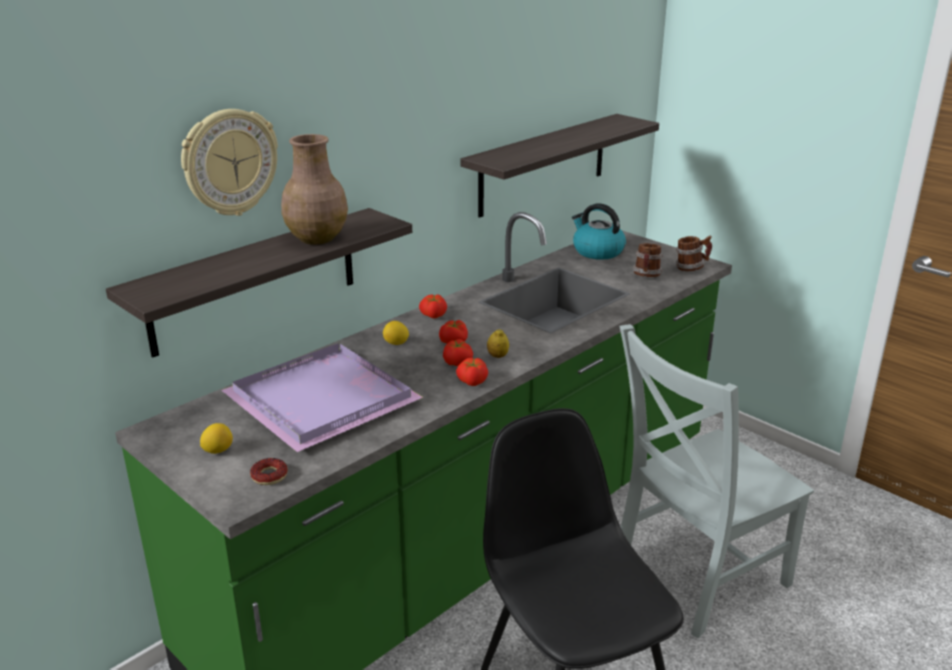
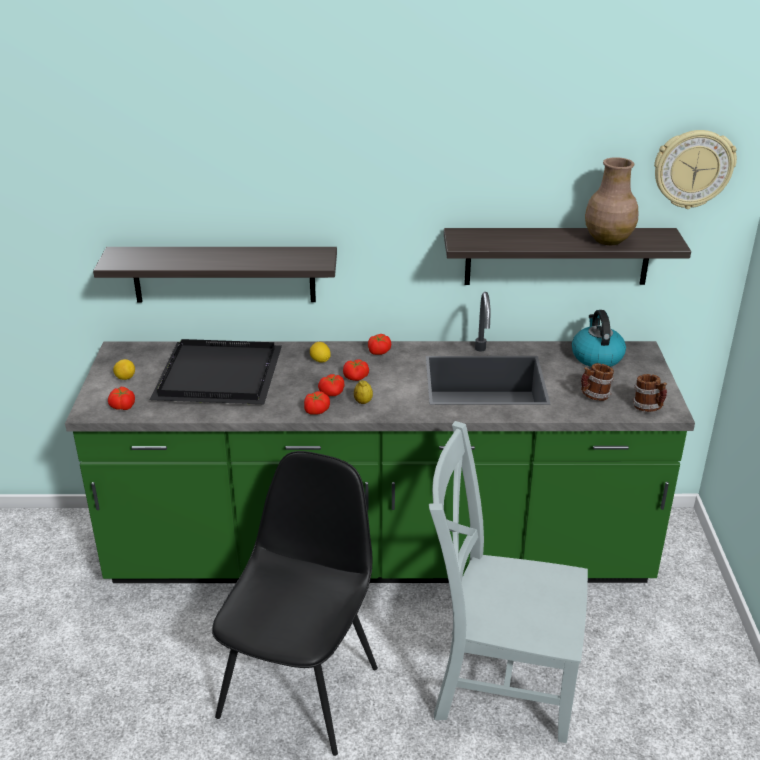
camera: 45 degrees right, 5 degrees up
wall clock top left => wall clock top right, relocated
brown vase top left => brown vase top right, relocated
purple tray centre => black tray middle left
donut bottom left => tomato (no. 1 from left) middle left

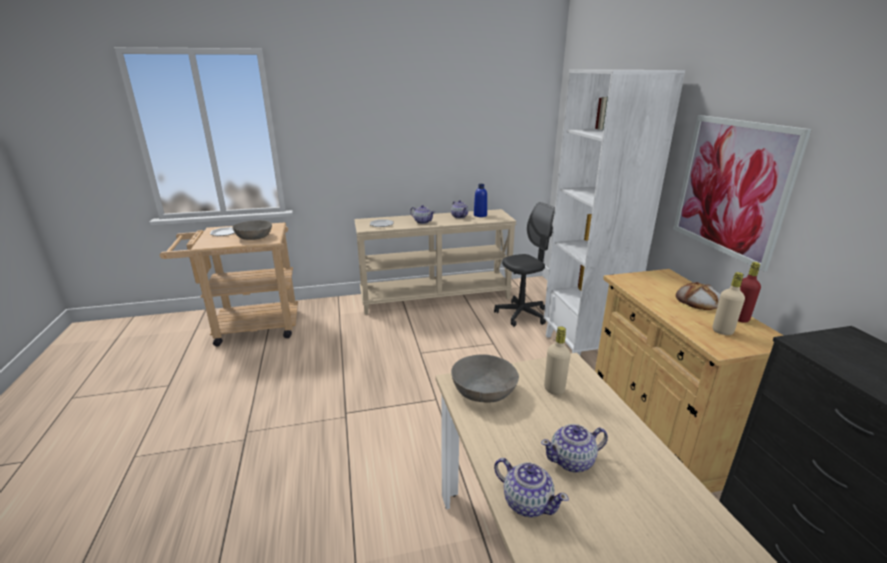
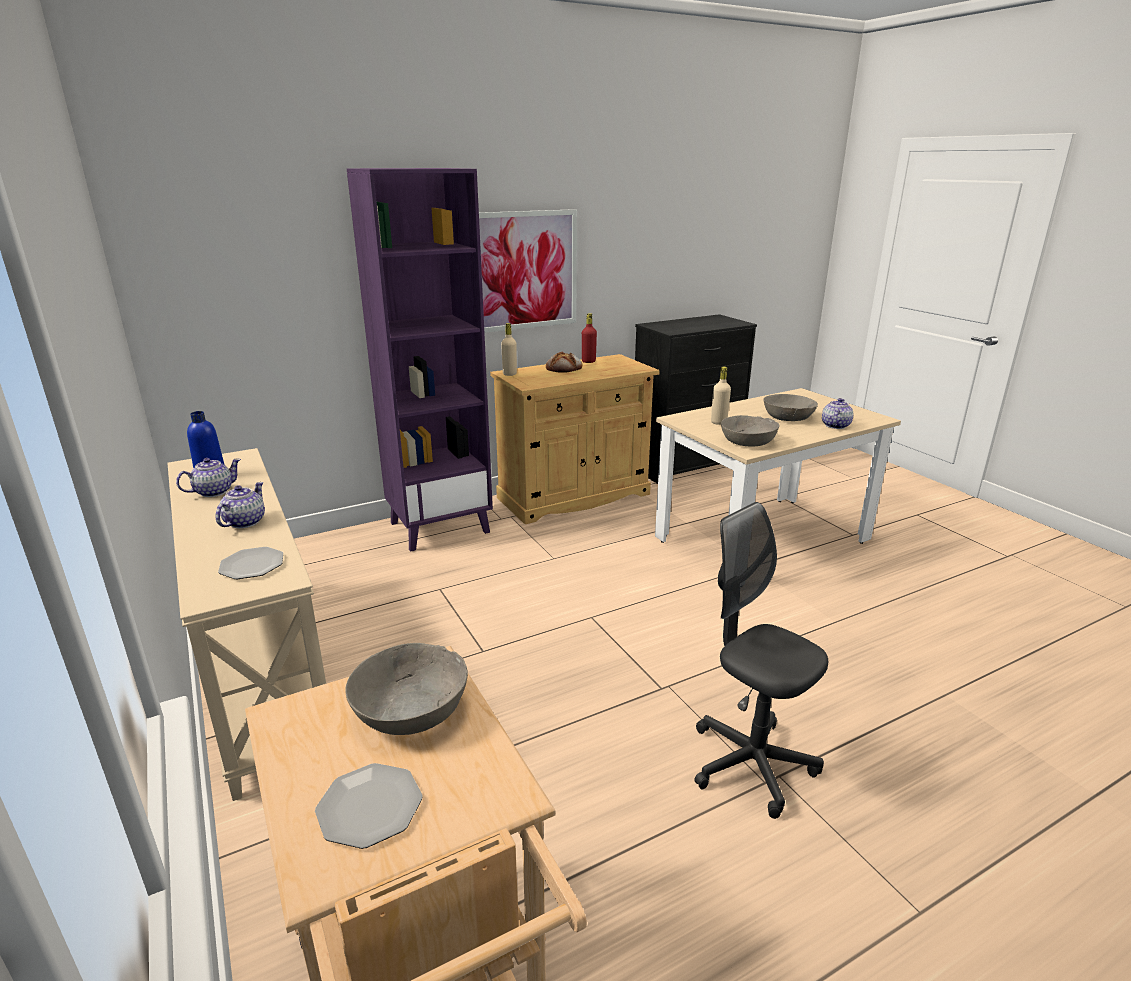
camera: 105 degrees left, 0 degrees up
white bookcase middle right => purple bookcase centre
grey office chair centre => grey office chair bottom right, relocated
beige bottle (no. 2 from left in the first image) middle right => beige bottle (no. 1 from left) centre, relocated
teapot (no. 4 from left) bottom centre => grey bowl (no. 3 from left) middle right

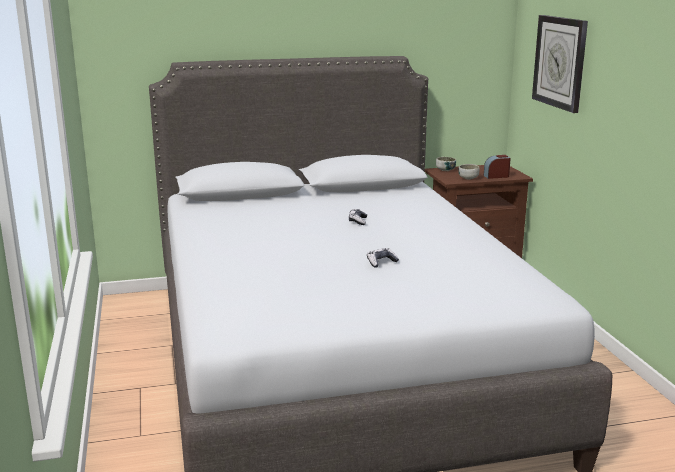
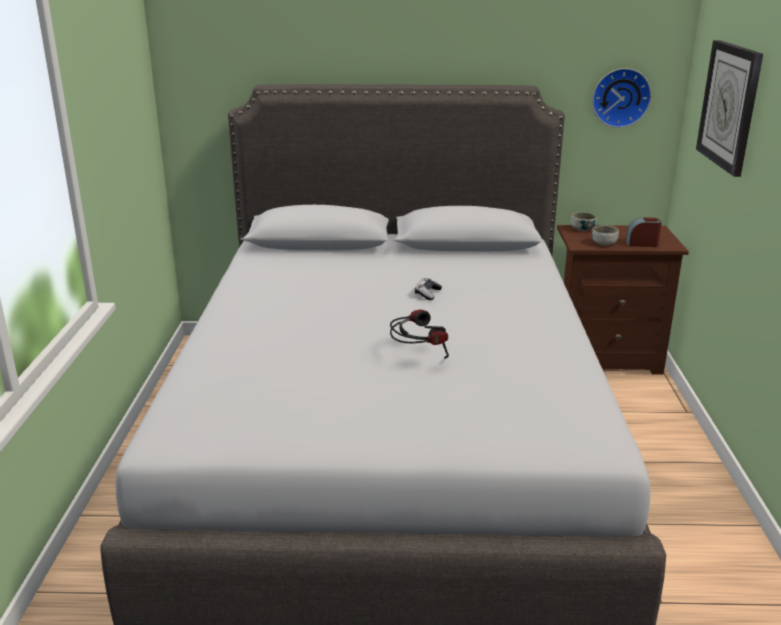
camera: 15 degrees right, 5 degrees up
game controller (no. 2 from left) centre => headphones centre
nothing => wall clock (no. 1 from left) top right

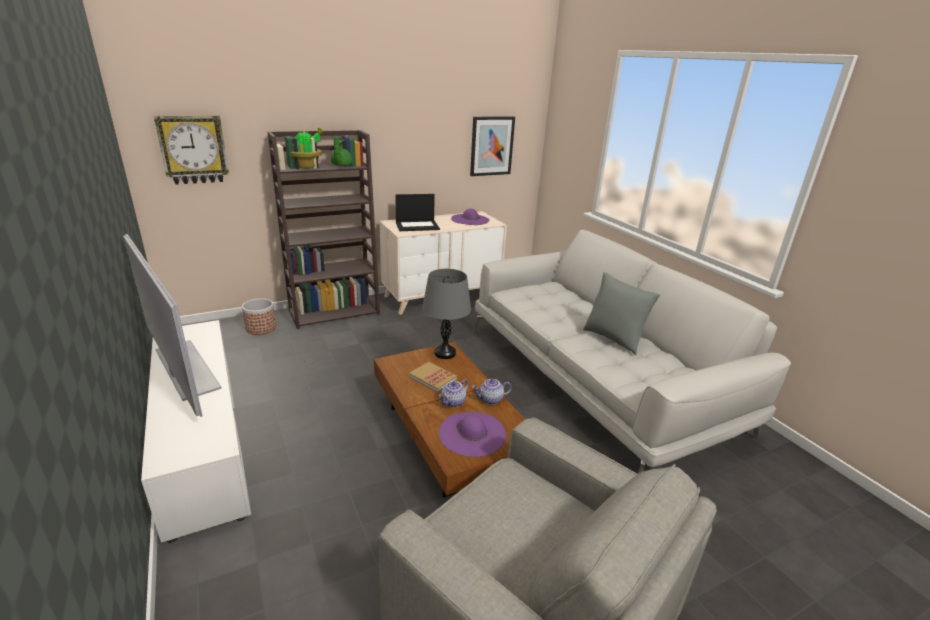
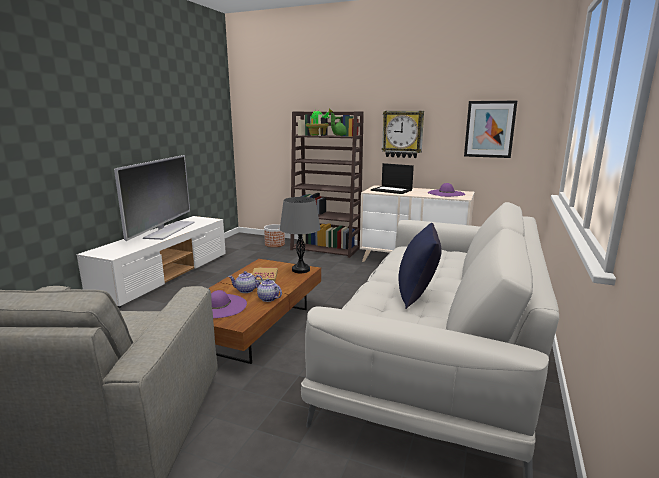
camera: 50 degrees right, 10 degrees down
wall clock top left => wall clock top centre, relocated
grey pillow middle right => blue pillow centre

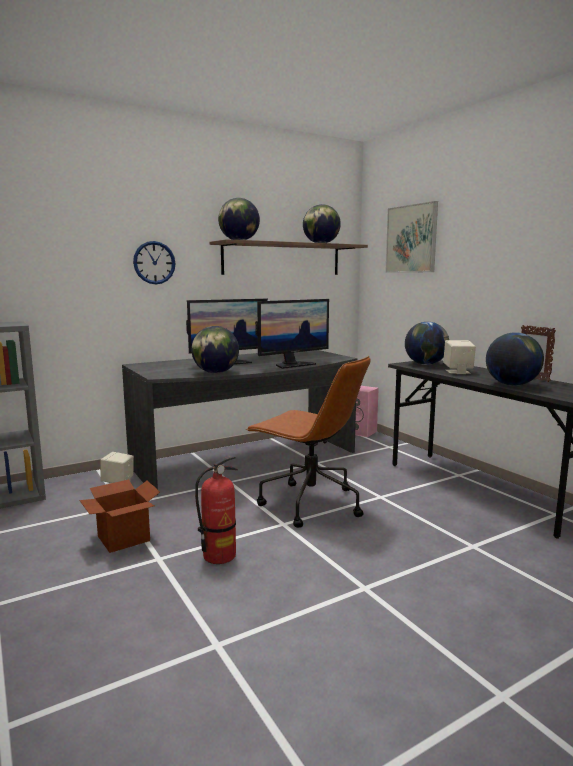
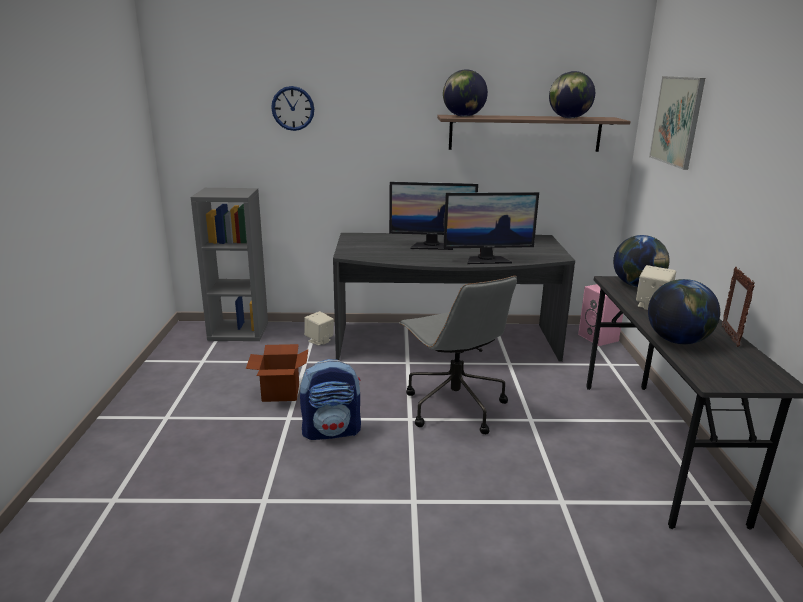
camera: 30 degrees right, 10 degrees up
wall clock middle left => wall clock top centre, relocated
globe (no. 1 from left) centre => nothing
brown office chair centre => grey office chair centre
fire extinguisher centre => backpack centre

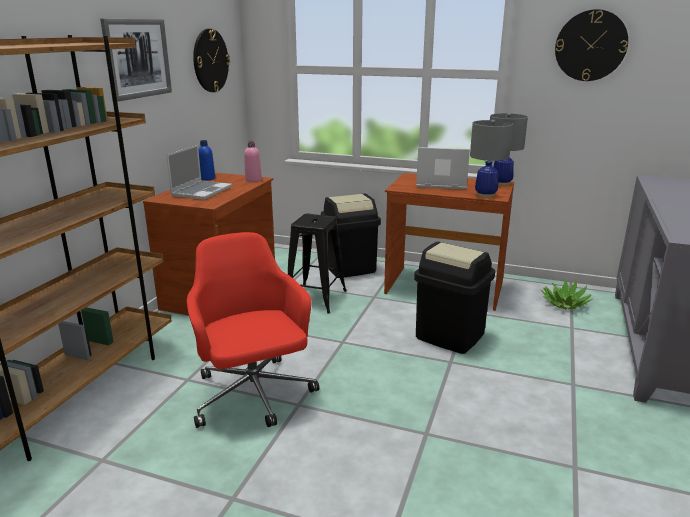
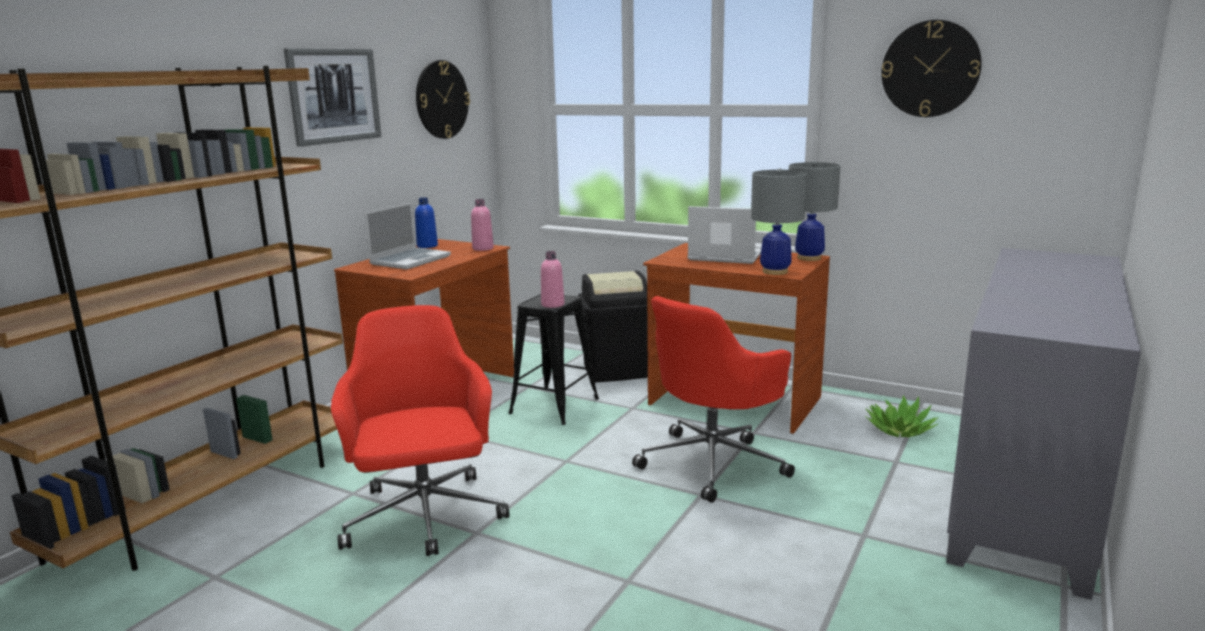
camera: 10 degrees right, 5 degrees down
black trash can (no. 2 from left) centre => red office chair (no. 2 from left) centre
nothing => pink bottle (no. 2 from left) centre

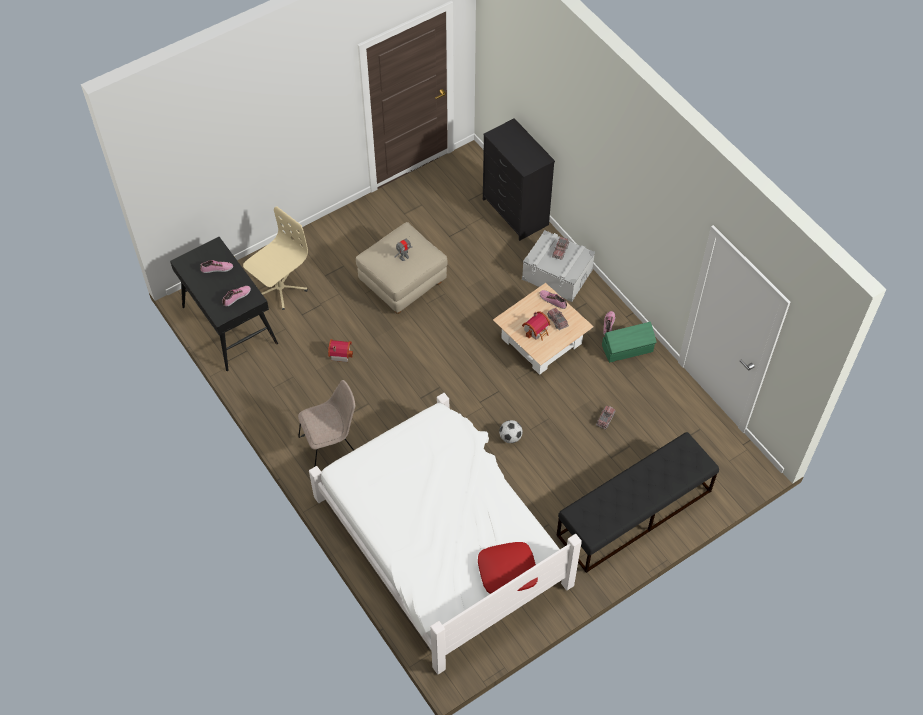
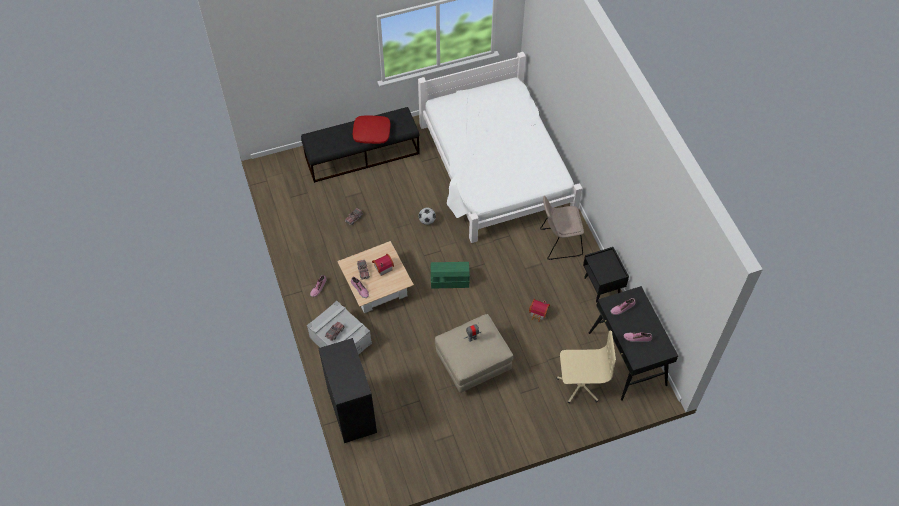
camera: 165 degrees left, 0 degrees up
beige office chair middle left => beige office chair bottom centre, 150 degrees counterclockwise
green storage box middle right => green storage box centre, relocated
red pillow bottom centre => red pillow top centre, relocated
nothing => black nightstand middle right

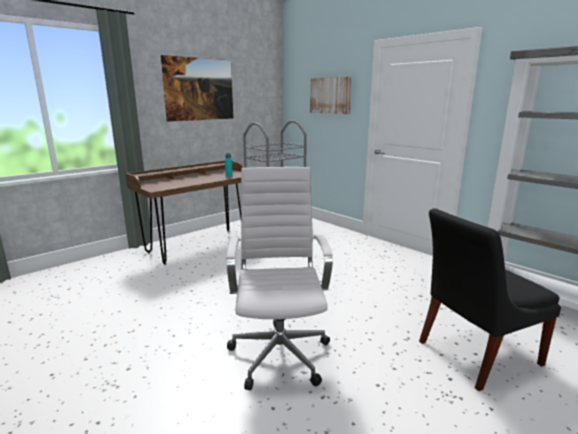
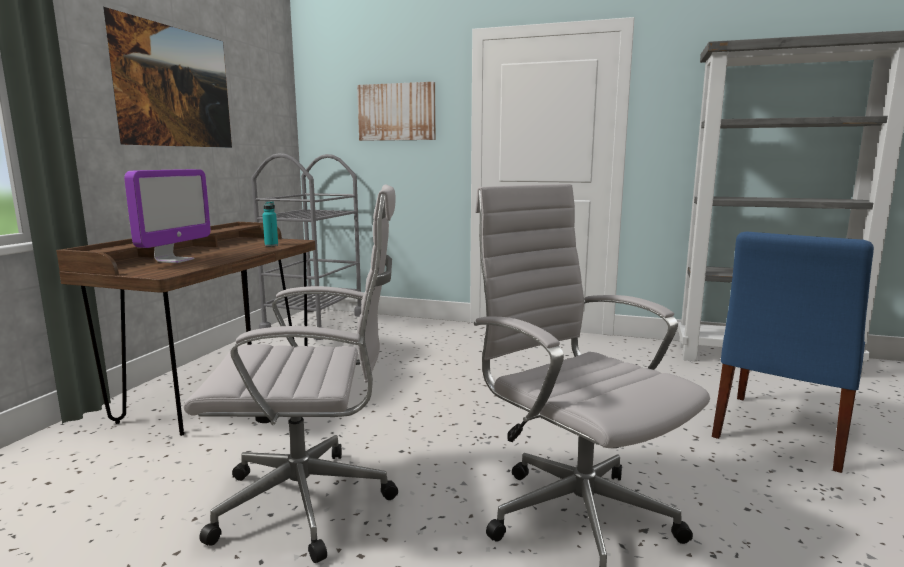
camera: 30 degrees left, 5 degrees down
black chair bottom right => blue chair middle right
nothing => monitor middle left
nothing => white office chair (no. 1 from left) middle left

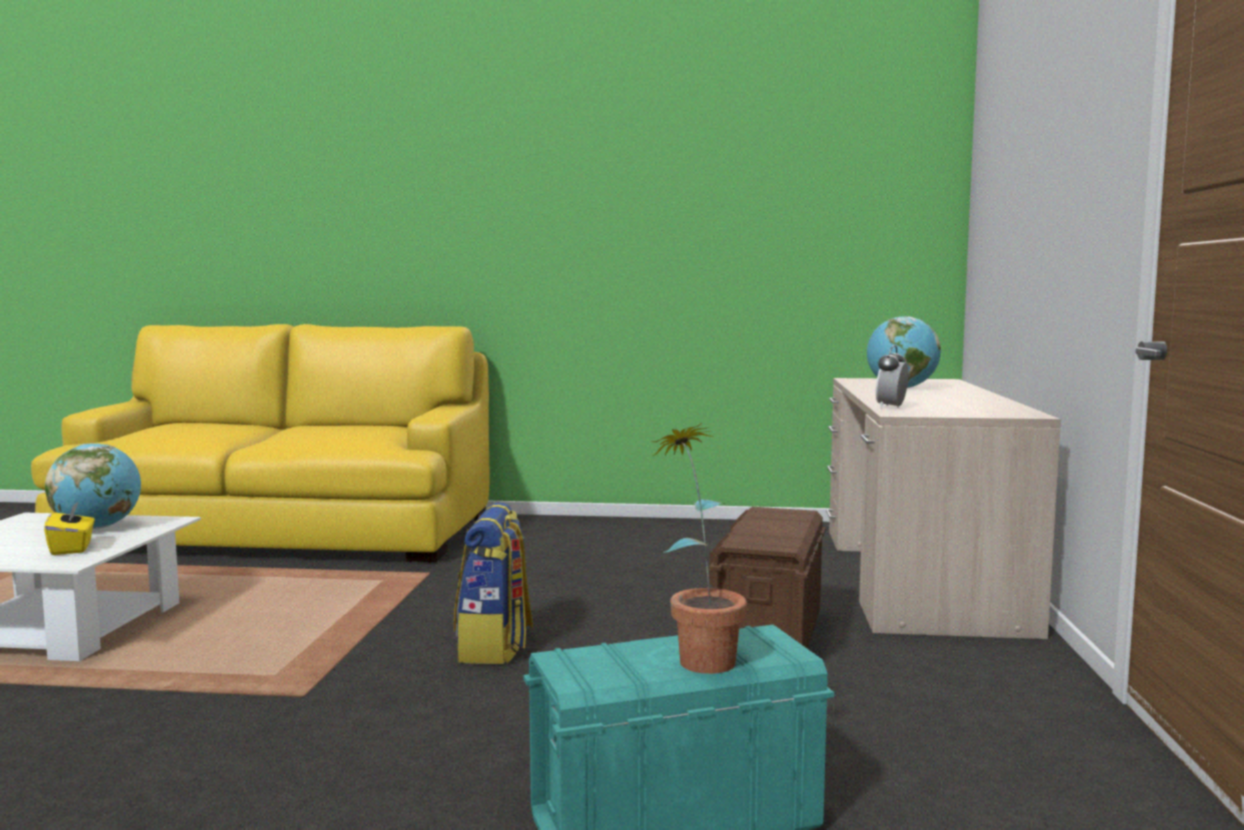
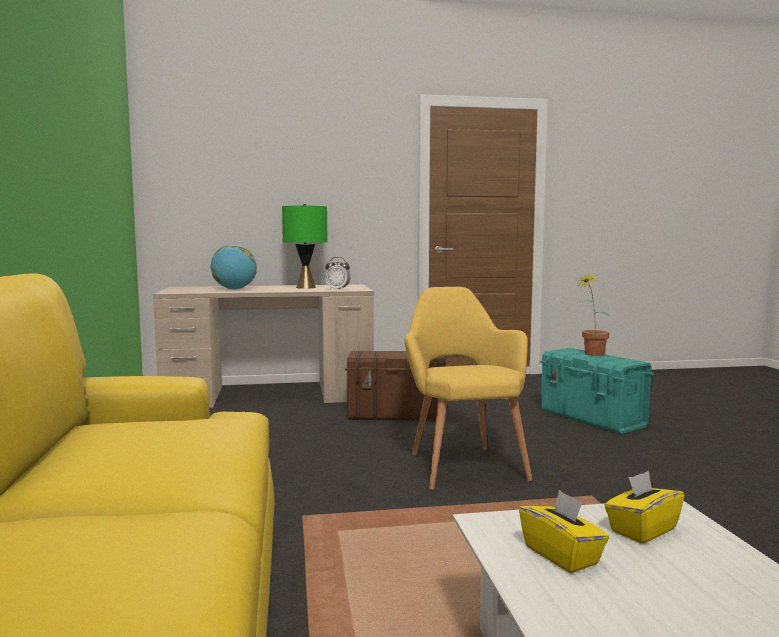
camera: 105 degrees left, 0 degrees up
globe (no. 1 from left) middle left => yellow tissue box (no. 1 from left) bottom right
backpack bottom centre => yellow armchair centre
nothing => green table lamp centre

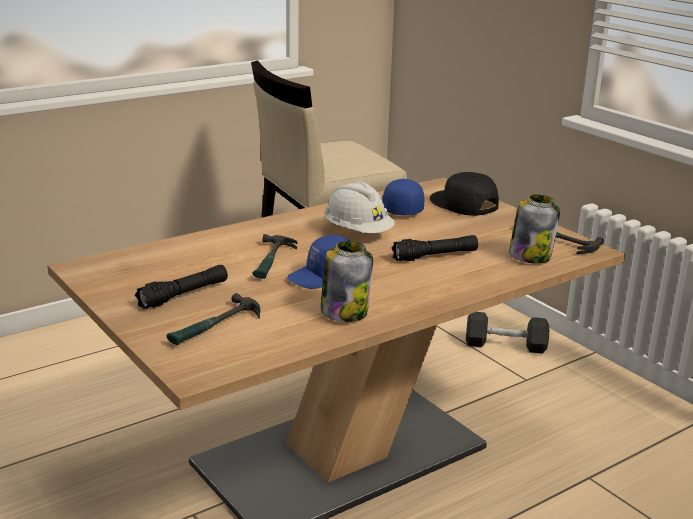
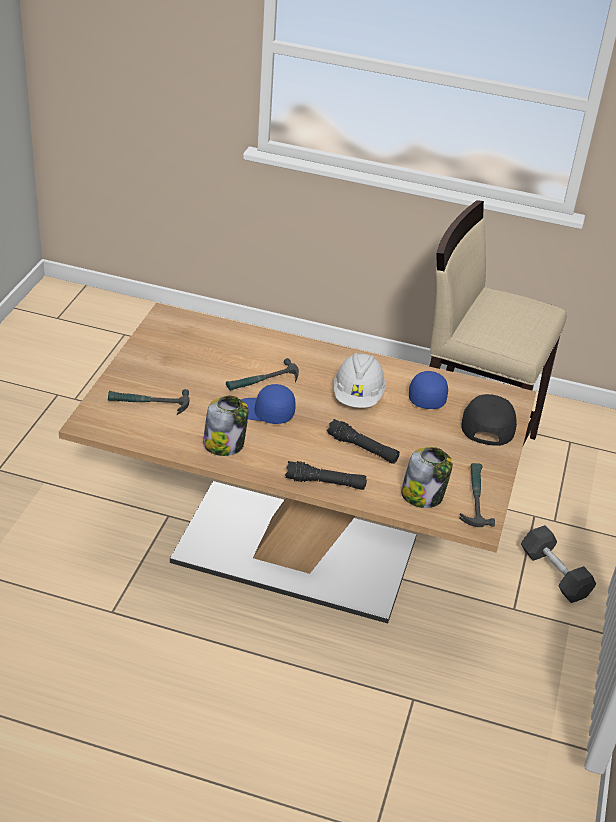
camera: 50 degrees right, 15 degrees up
black flashlight (no. 1 from left) middle left => black flashlight (no. 1 from left) centre, relocated

